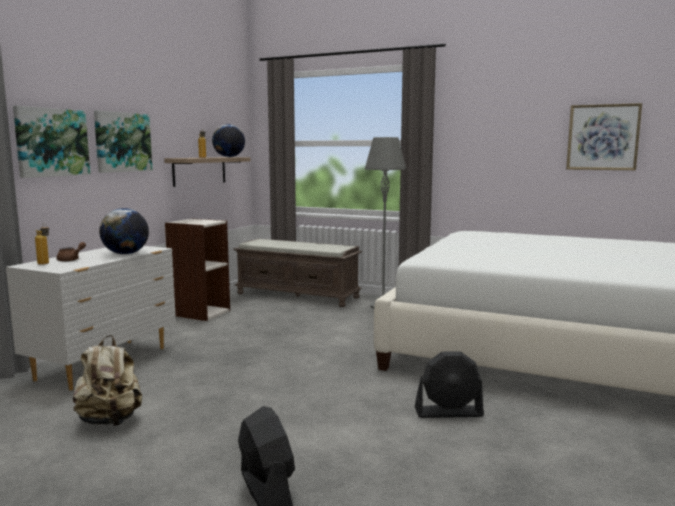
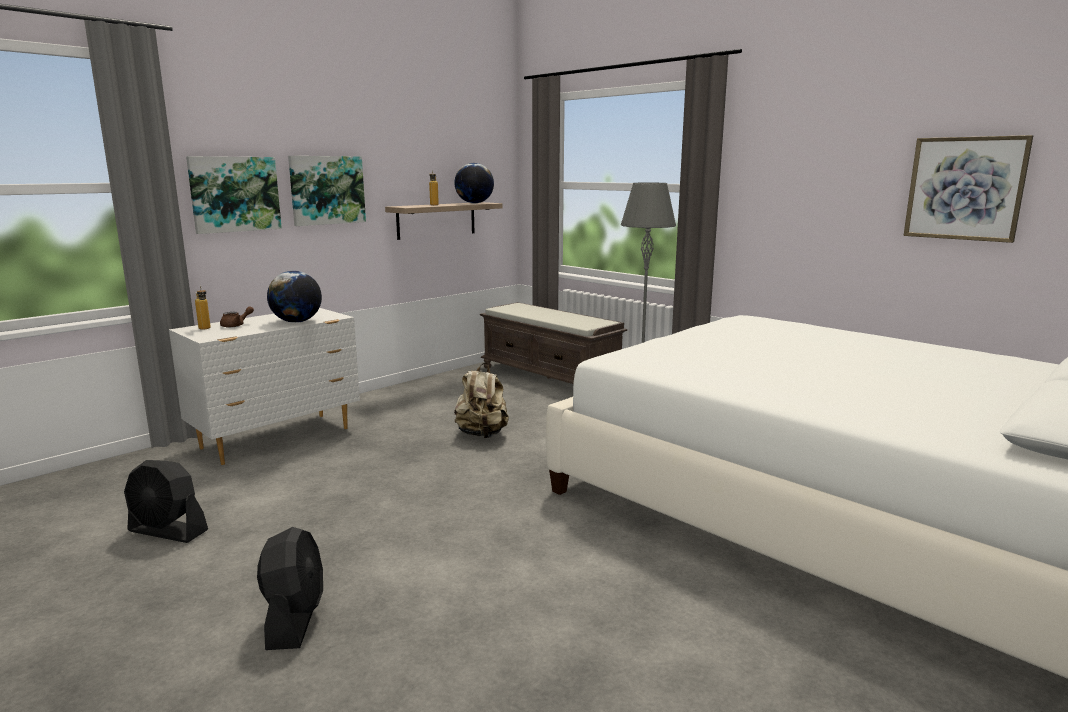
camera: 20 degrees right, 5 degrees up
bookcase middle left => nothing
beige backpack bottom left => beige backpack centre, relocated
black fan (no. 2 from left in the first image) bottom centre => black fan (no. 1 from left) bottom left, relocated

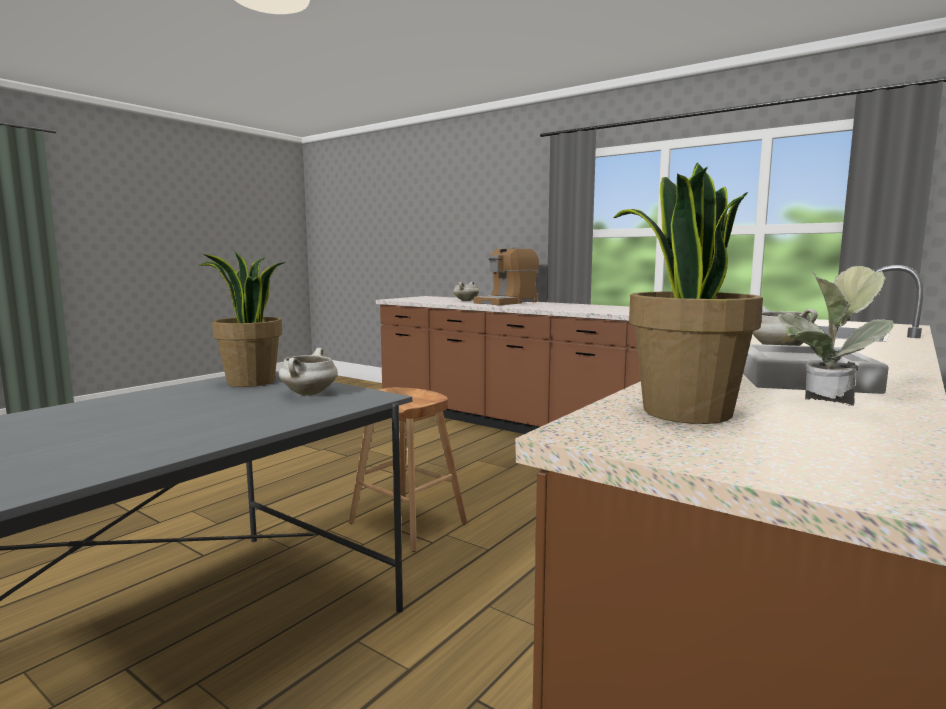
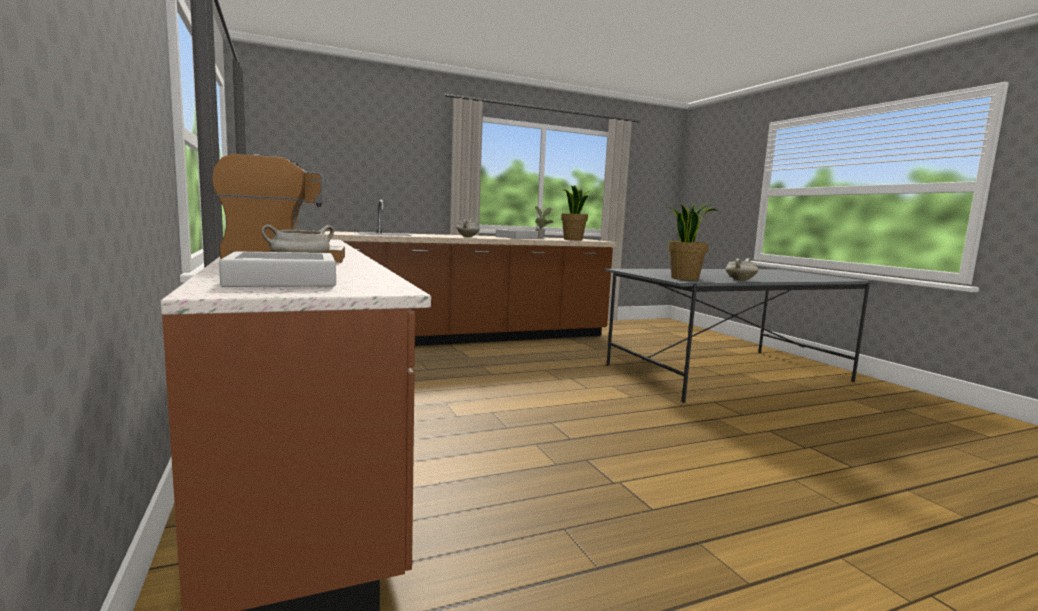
camera: 150 degrees left, 0 degrees up
white cooking pot (no. 1 from left in the first image) middle left => white cooking pot (no. 3 from left) middle right, relocated
brown stool centre => nothing
nothing => grey tray (no. 1 from left) middle left

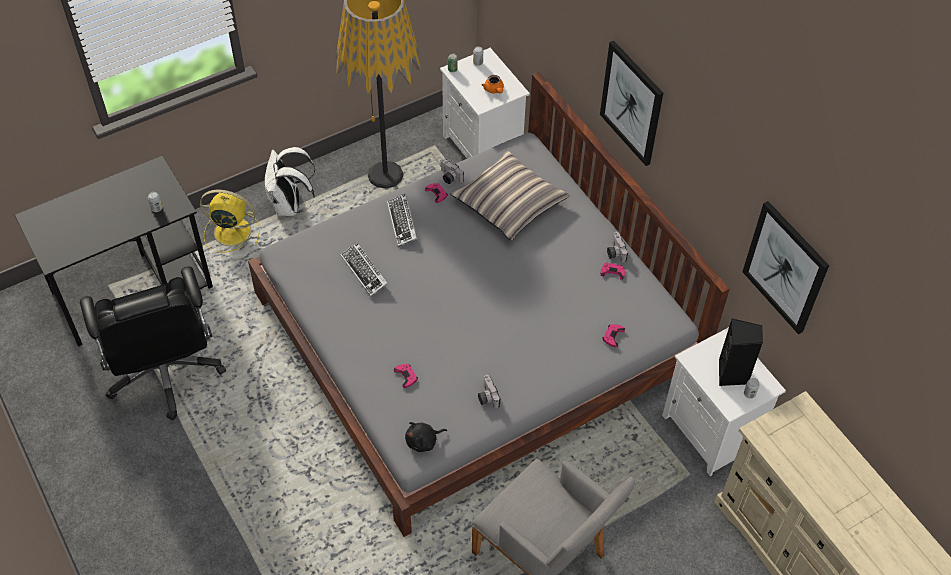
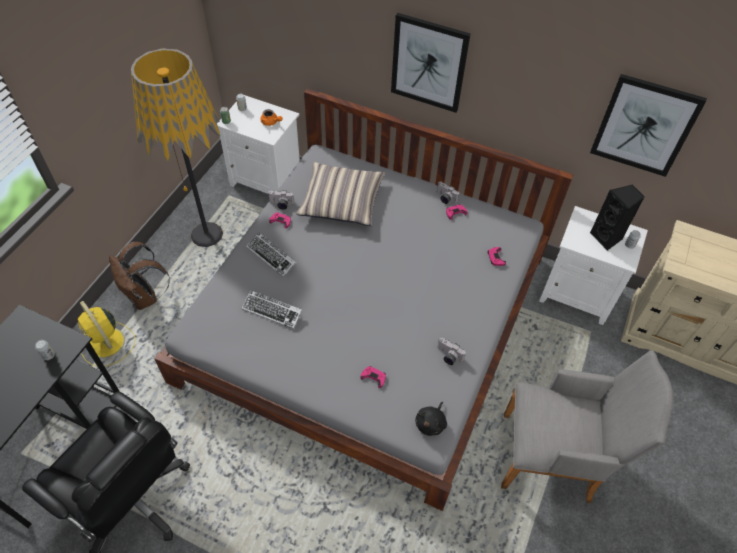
camera: 35 degrees left, 0 degrees up
white backpack top left => brown backpack middle left
yellow fan middle left, 105 degrees counterclockwise

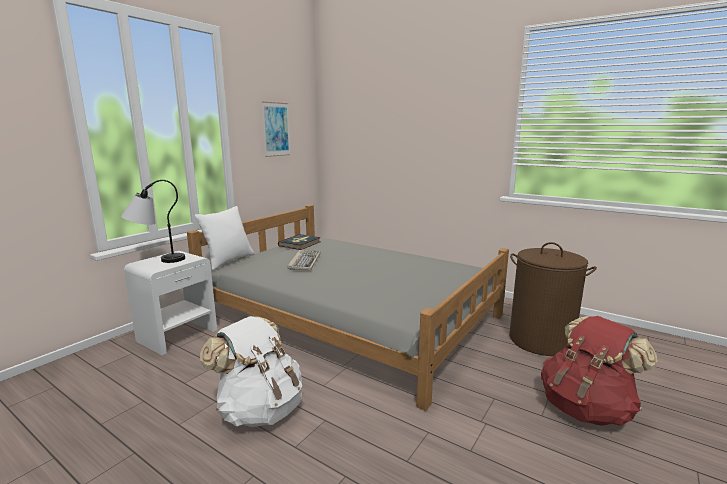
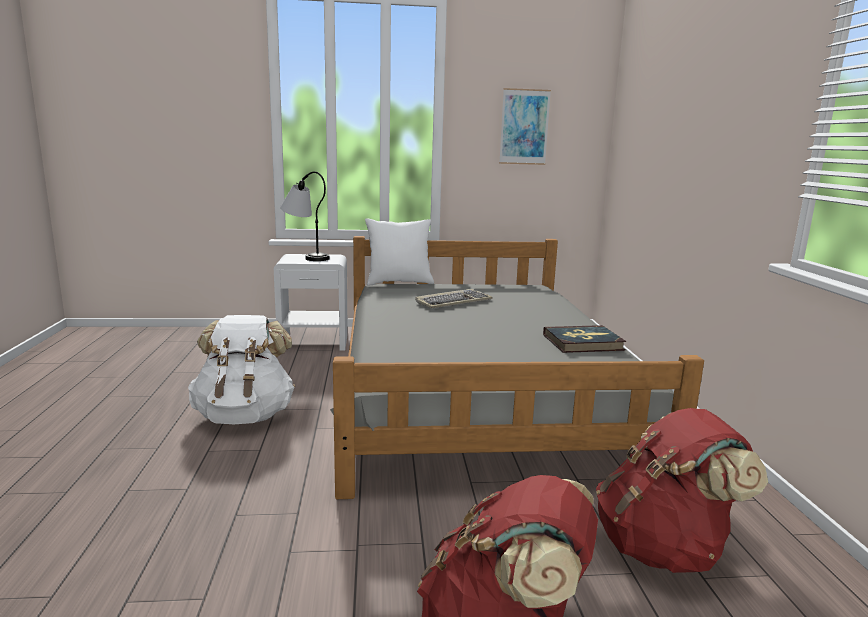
camera: 50 degrees right, 0 degrees up
book centre => book middle right, relocated
brown laundry basket middle right => red backpack (no. 2 from left) bottom right

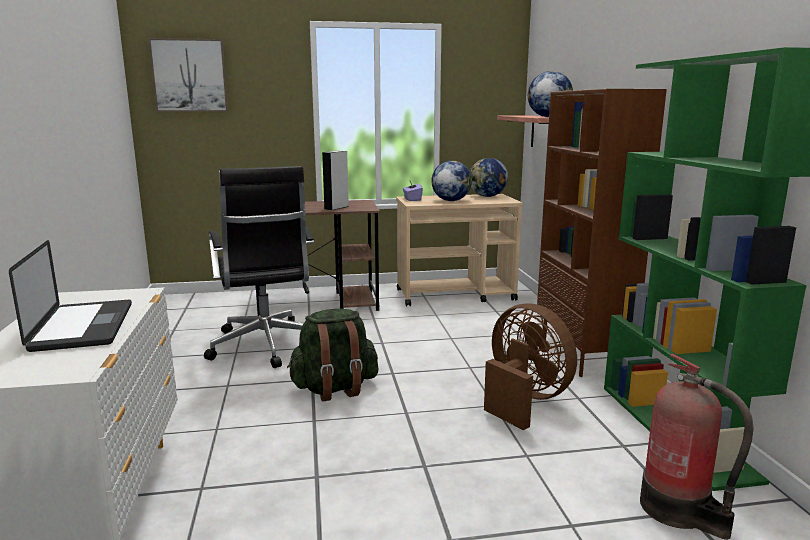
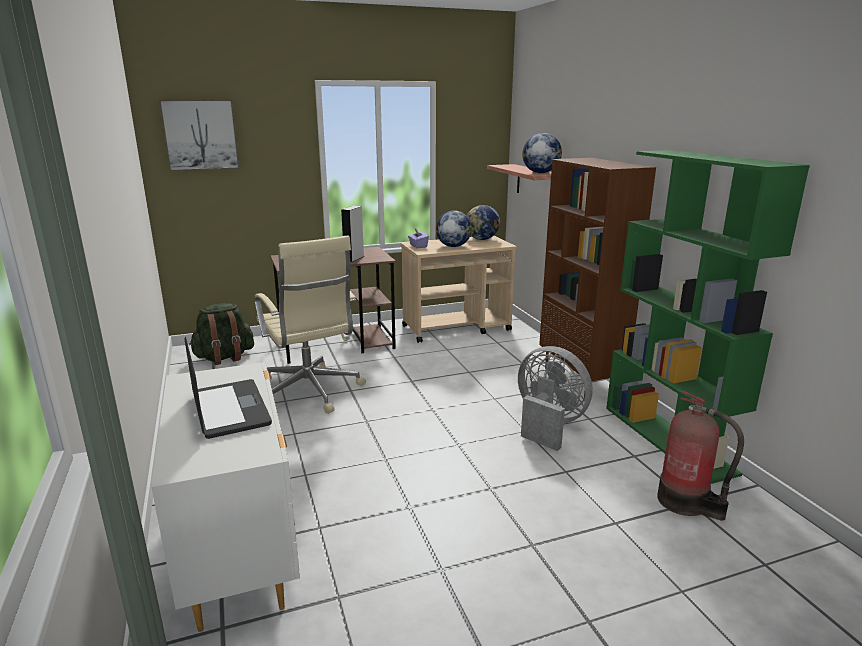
camera: 10 degrees left, 5 degrees up
black office chair middle left => beige office chair centre
brown fan bottom centre => grey fan centre
green backpack centre => green backpack middle left, relocated

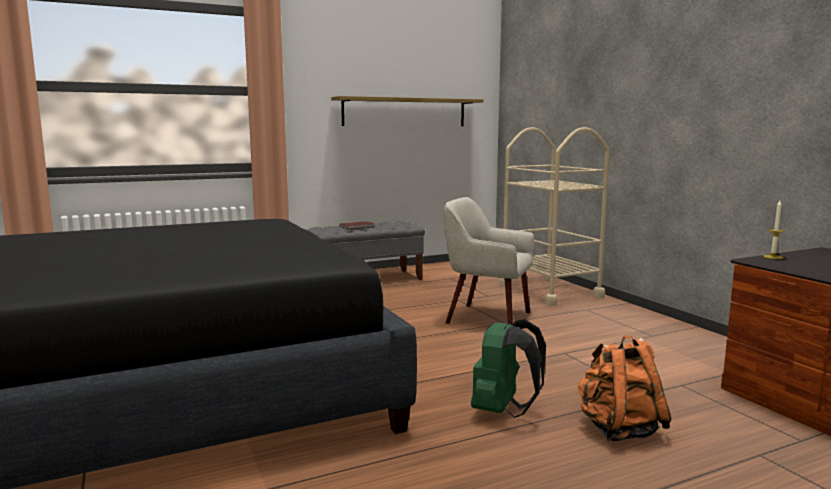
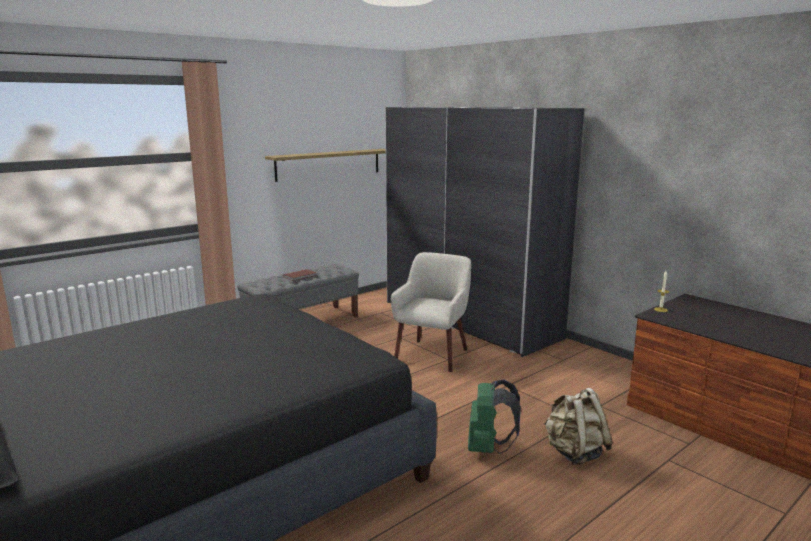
camera: 15 degrees left, 5 degrees up
beige cart middle right => grey wardrobe centre
beige armchair centre, 105 degrees clockwise
orange backpack bottom right => beige backpack bottom right

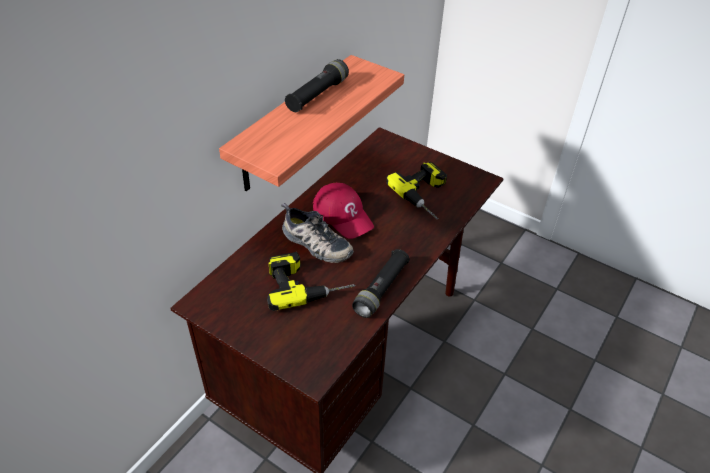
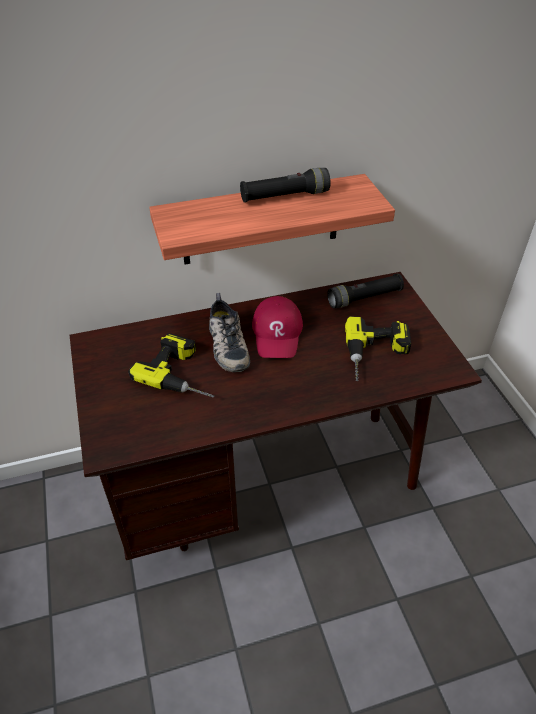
camera: 40 degrees right, 0 degrees up
black flashlight (no. 2 from left) centre => black flashlight (no. 2 from left) middle right, relocated

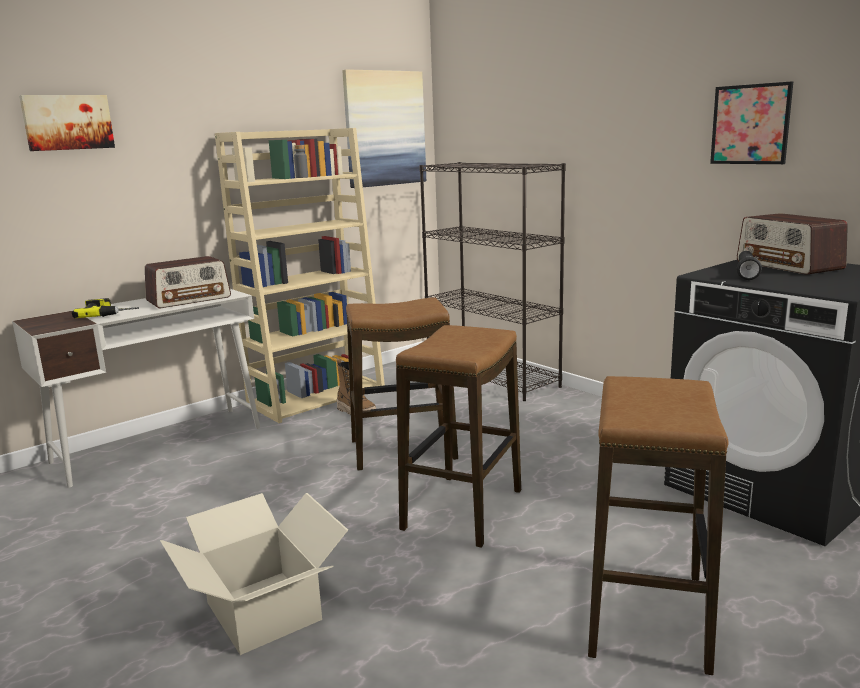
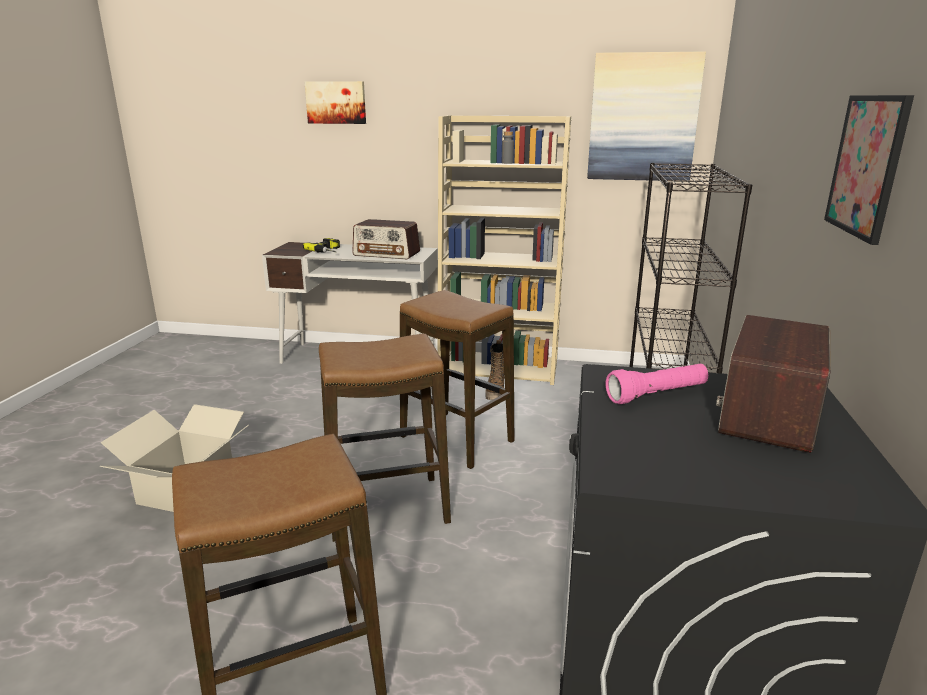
camera: 50 degrees right, 5 degrees up
black flashlight middle right => pink flashlight middle right

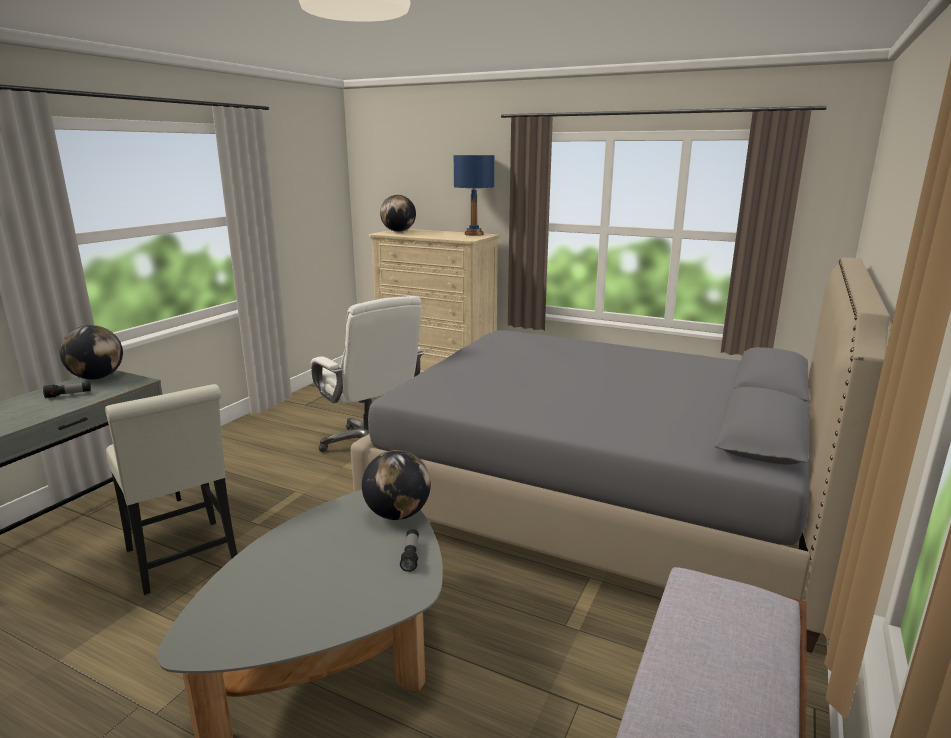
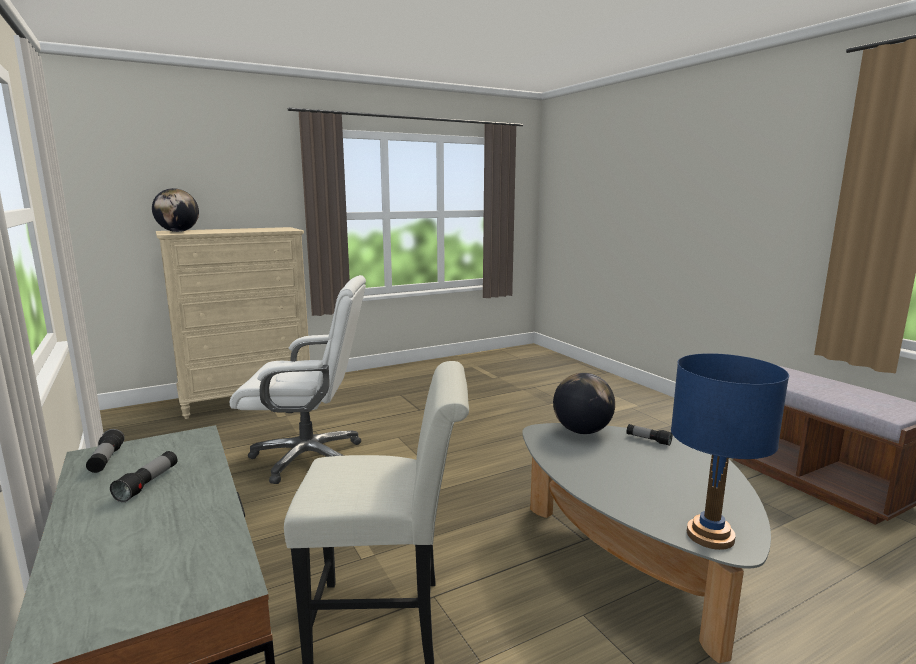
camera: 55 degrees left, 5 degrees down
blue table lamp top centre => blue table lamp bottom right, relocated
grey bed centre => nothing
globe (no. 1 from left) middle left => flashlight (no. 1 from left) bottom left

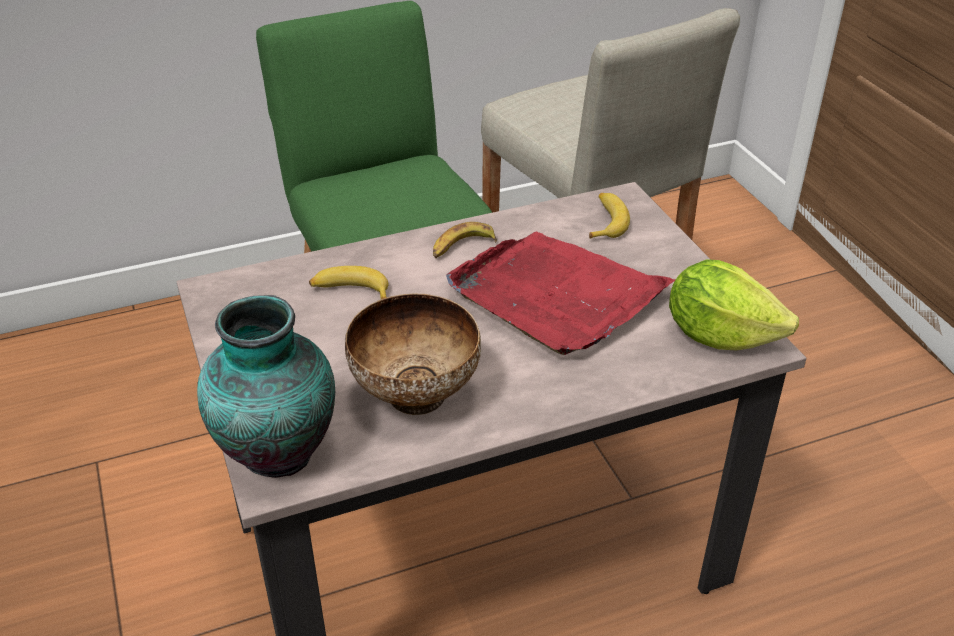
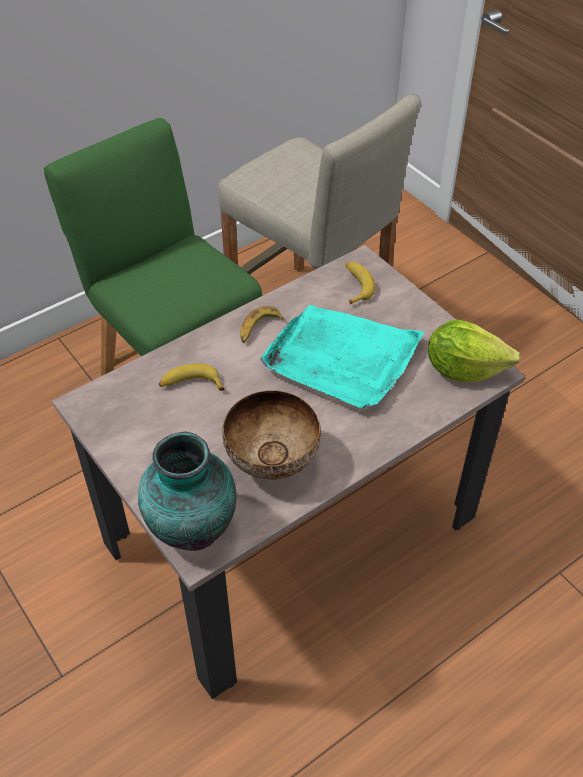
camera: 15 degrees left, 10 degrees up
red tray centre => turquoise tray centre

